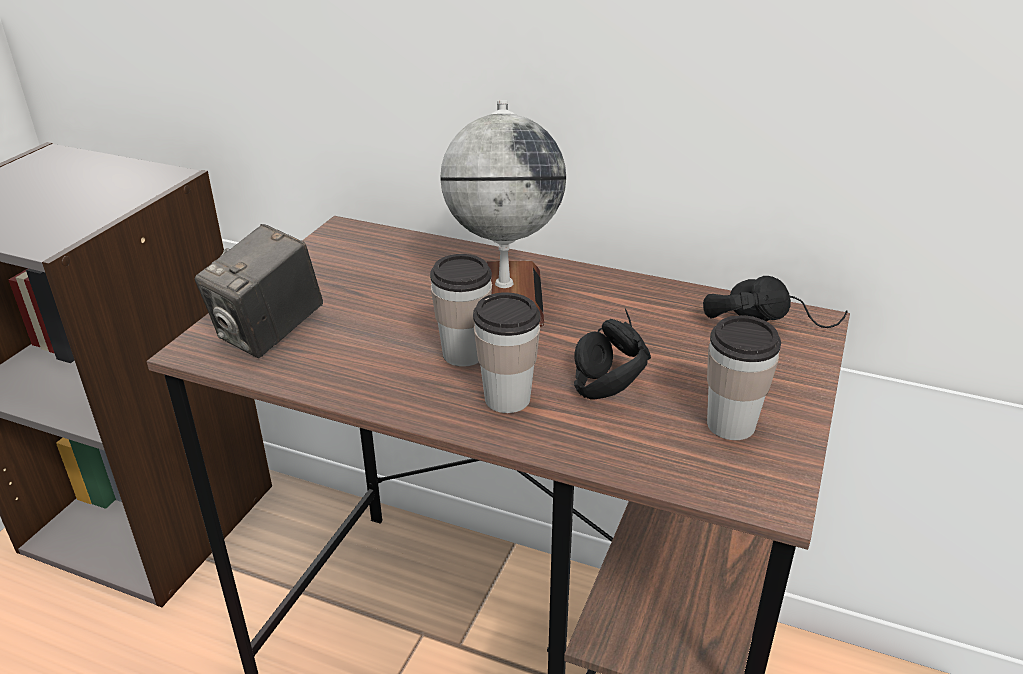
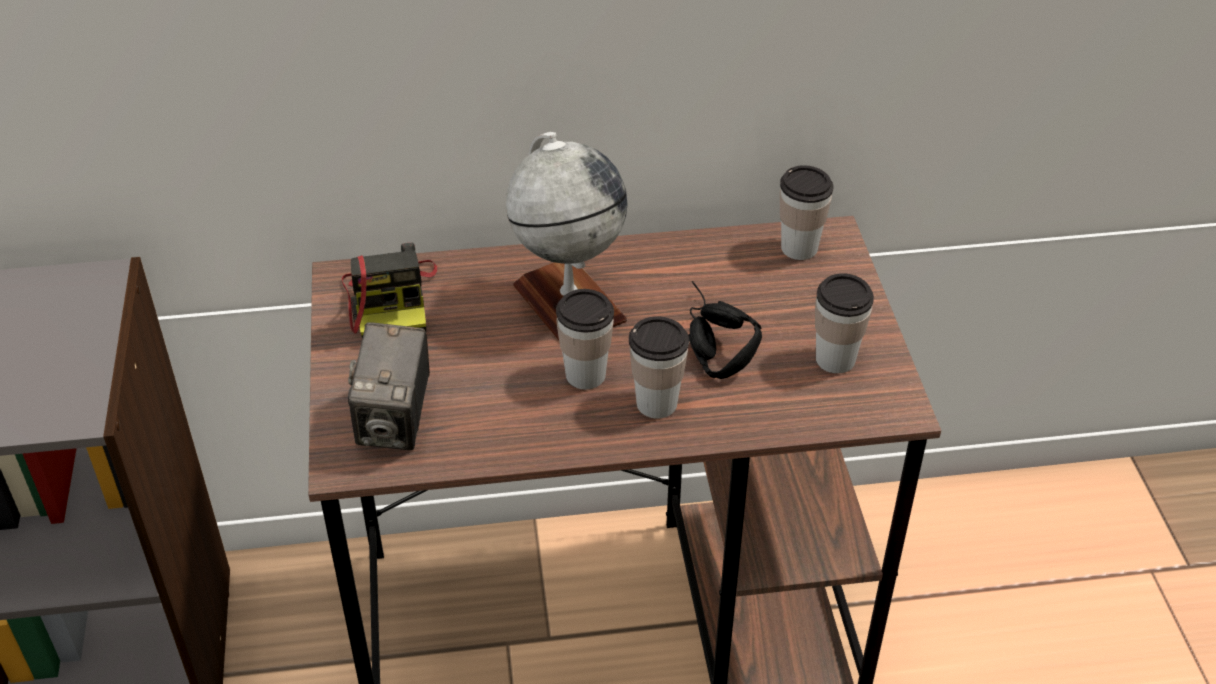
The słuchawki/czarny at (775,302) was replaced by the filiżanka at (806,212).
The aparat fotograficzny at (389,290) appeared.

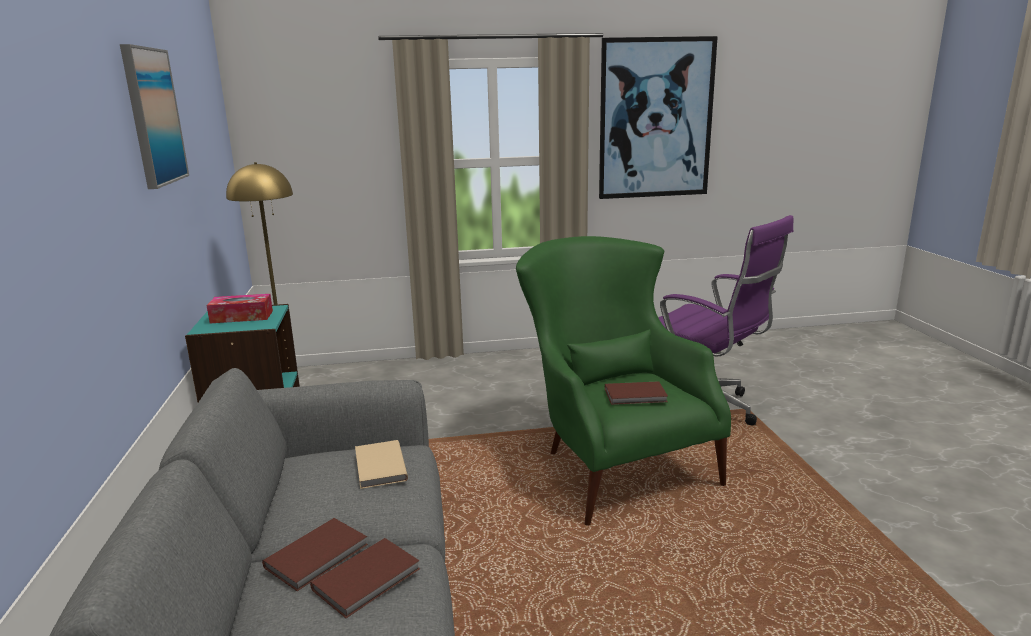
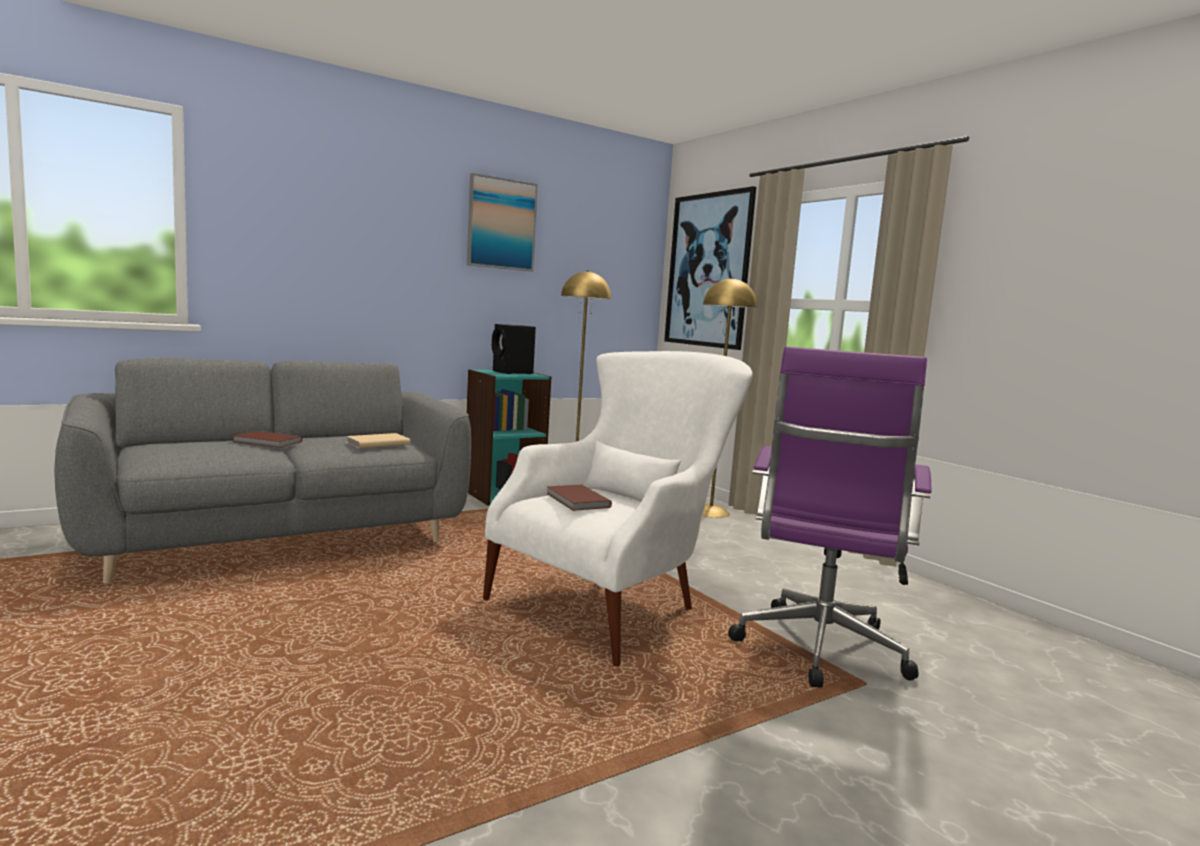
The pudełko chusteczek at (240,308) was replaced by the głośnik/czarny at (514,349).
The książka/brązowy at (365,578) disappeared.
The fotel/zielony at (623,381) became the fotel/biały at (618,509).
The obraz moved from (658,117) to (710,268).
The lampa stojąca/żółty at (729,397) appeared.

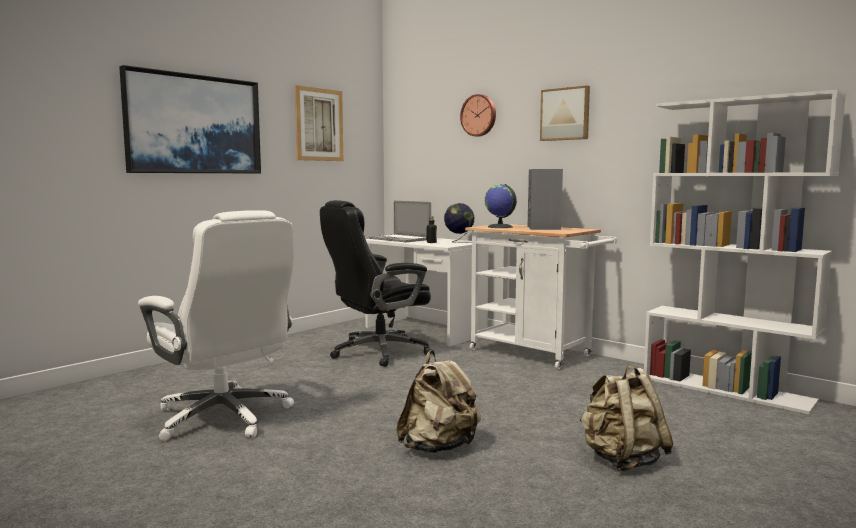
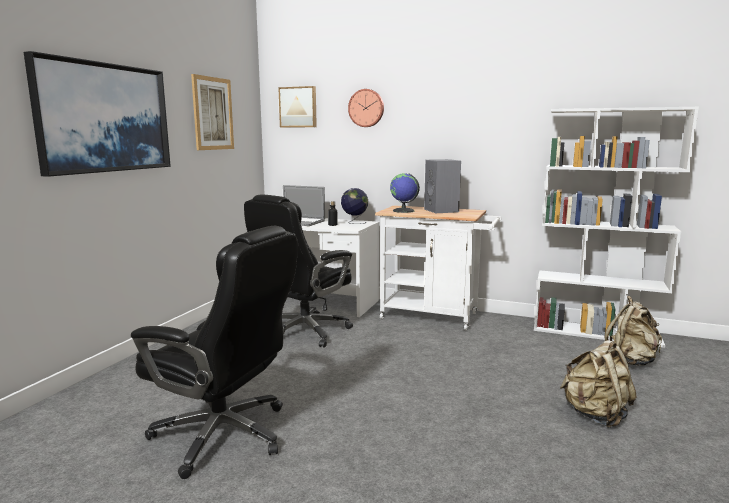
The krzesło biurowe/biały at (216,325) became the krzesło biurowe/czarny at (214,352).
The plecak/beżowy moved from (438,401) to (633,331).
The obraz moved from (565,113) to (297,106).

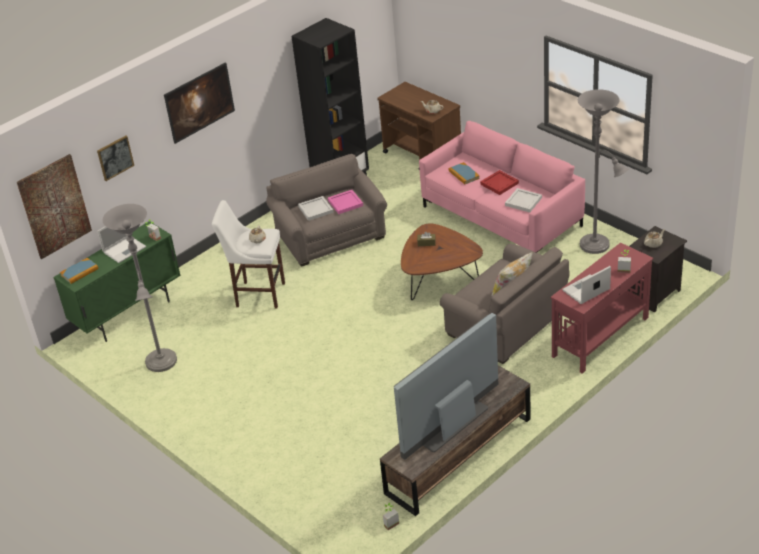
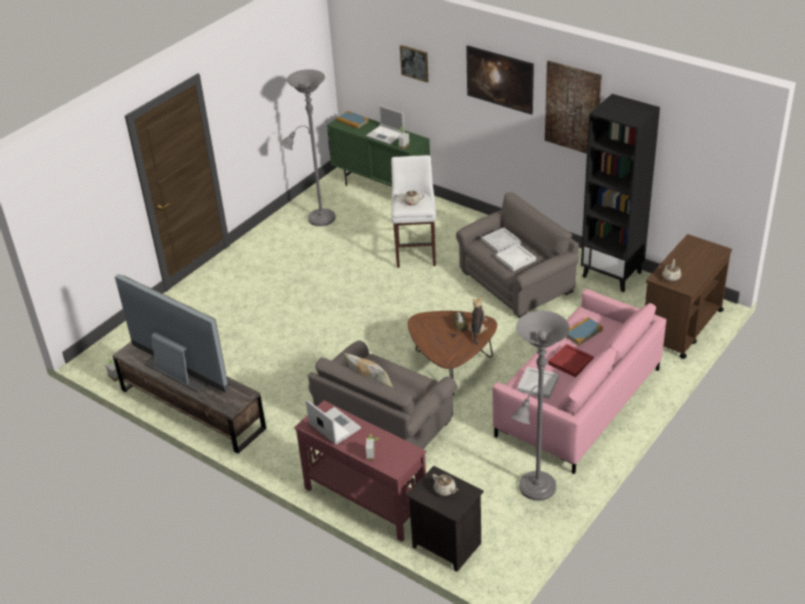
The obraz moved from (54,206) to (573,107).
The taca/różowy at (345,202) became the taca/biały at (516,257).
The pluszak at (478,320) appeared.

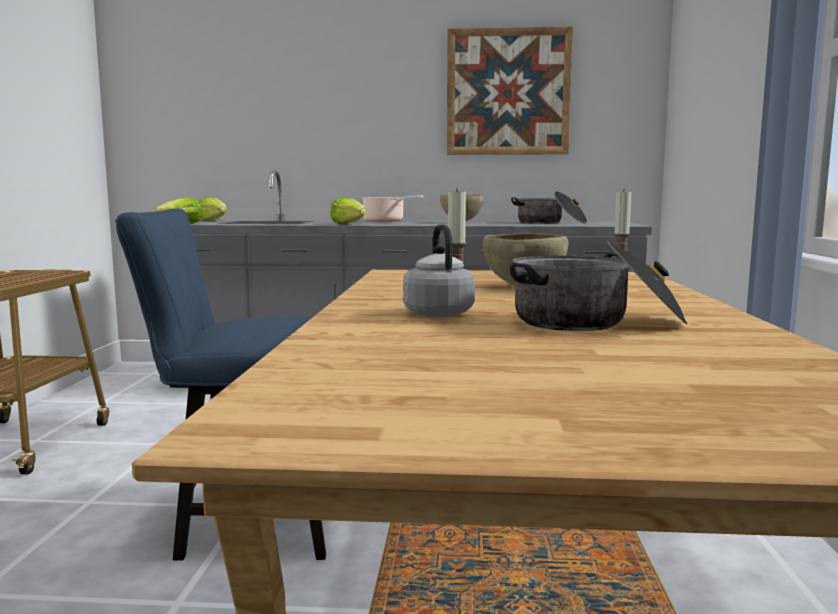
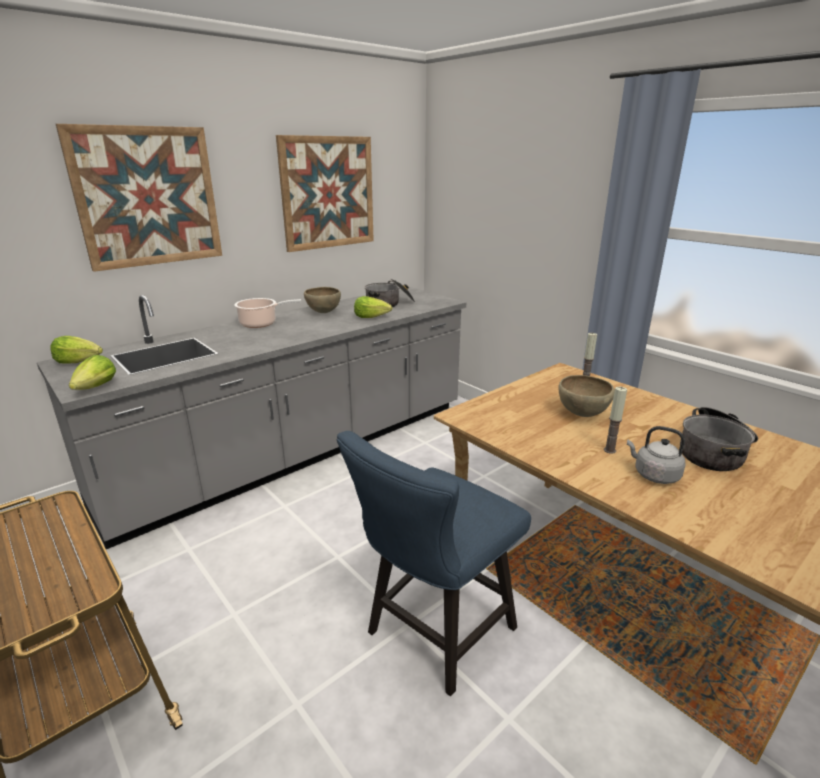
The sałata moved from (348,210) to (373,307).
The obraz at (139,198) appeared.

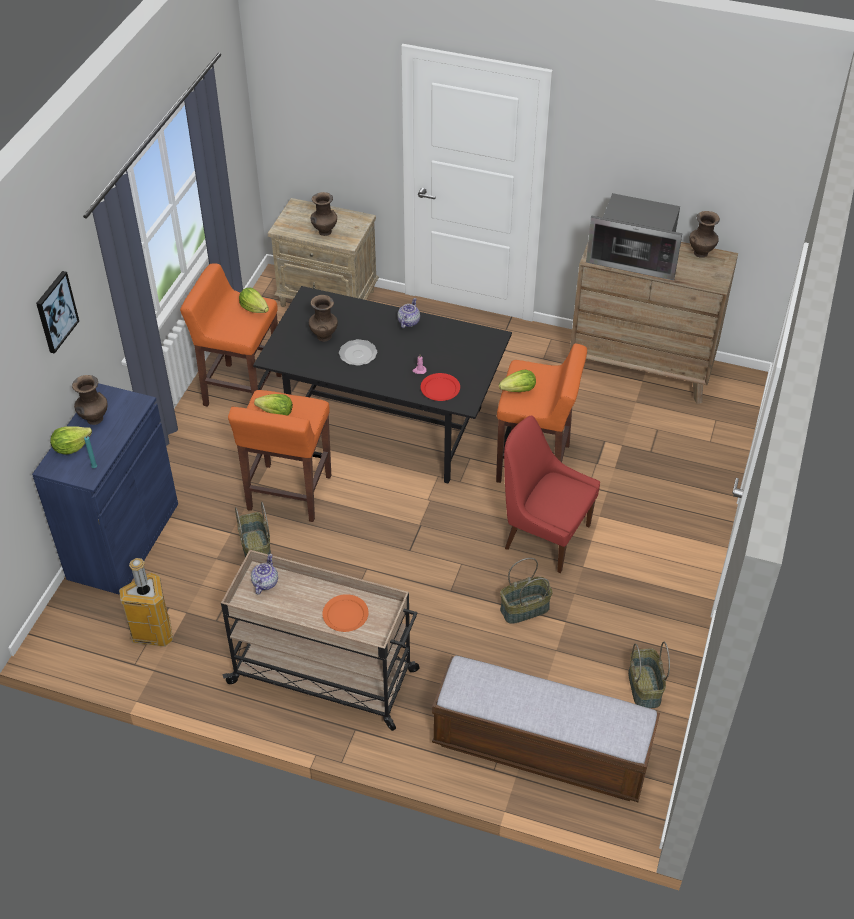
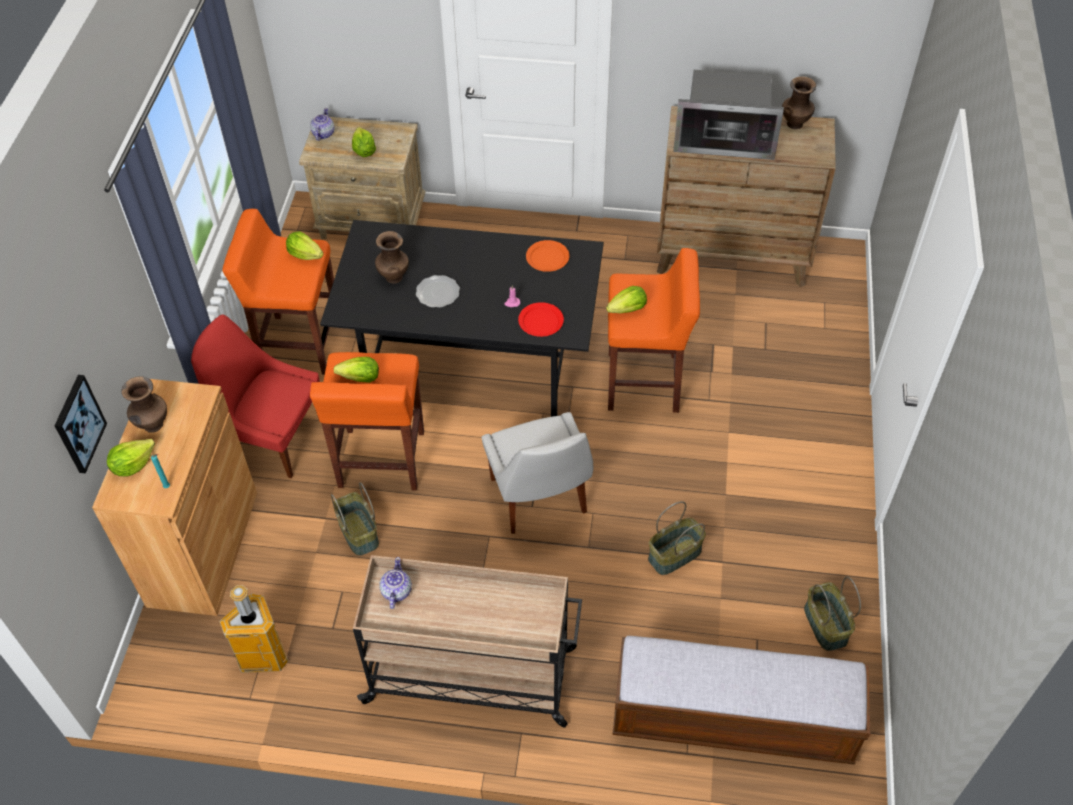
The szafka/niebieski at (105,489) became the szafka/brązowy at (174,497).
The obraz moved from (57,312) to (81,424).
The wazon/brązowy at (324,214) was replaced by the sałata at (364,142).
The talerz/pomarańczowy moved from (345,613) to (547,256).
The imbryk moved from (408,313) to (322,124).
The krzesło/czerwony moved from (552,494) to (255,396).
The krzesło/biały at (537,473) appeared.

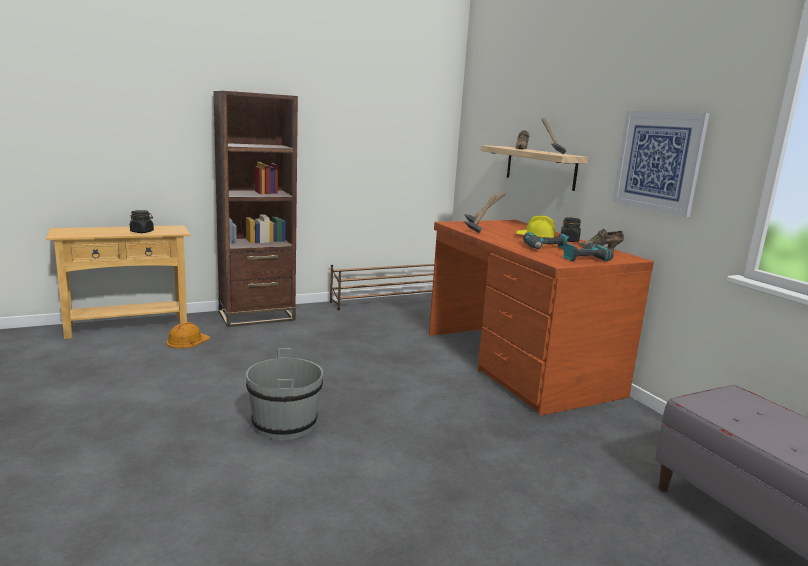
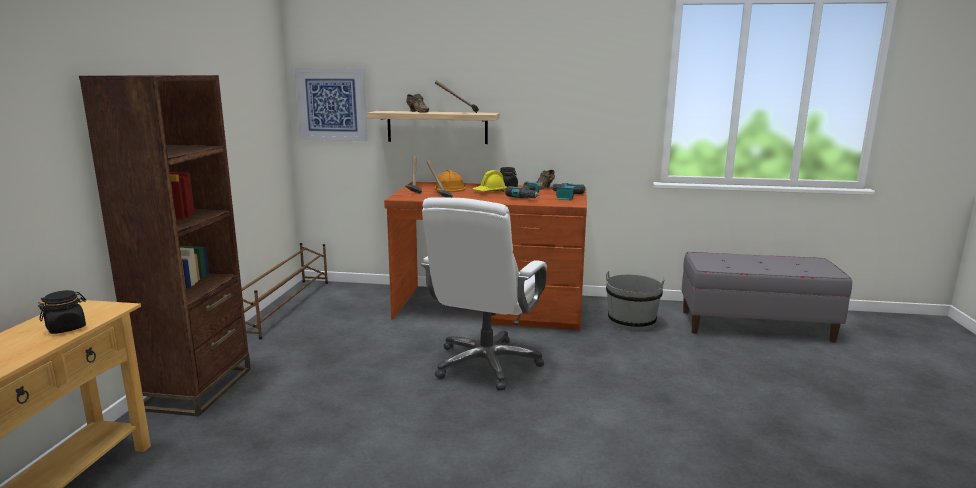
The kask/pomarańczowy moved from (188,335) to (450,181).
The wiadro/szary moved from (284,394) to (635,300).
The obraz moved from (661,164) to (331,104).
The krzesło biurowe/biały at (484,294) appeared.

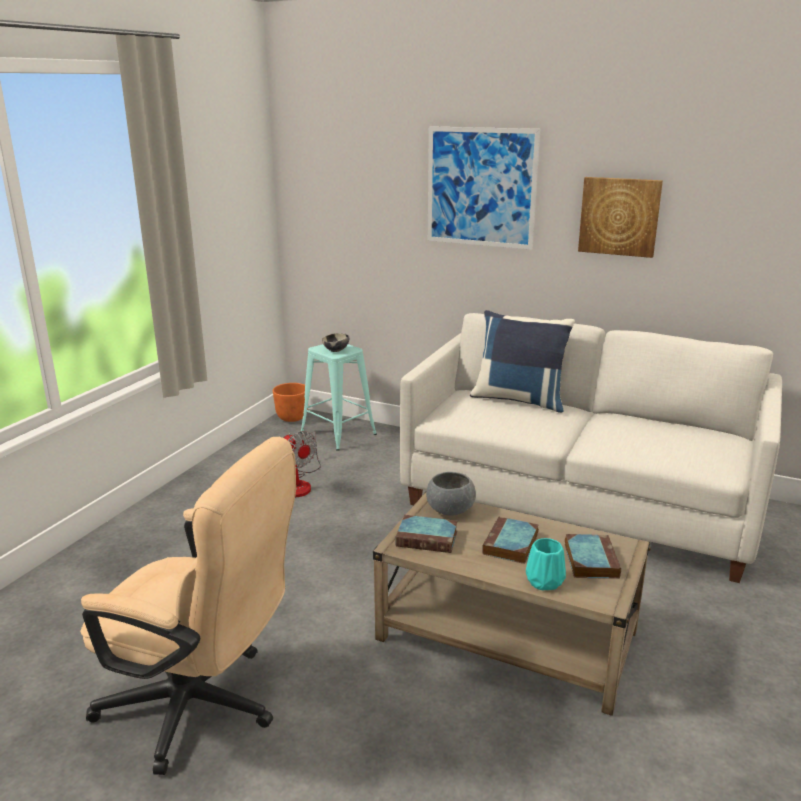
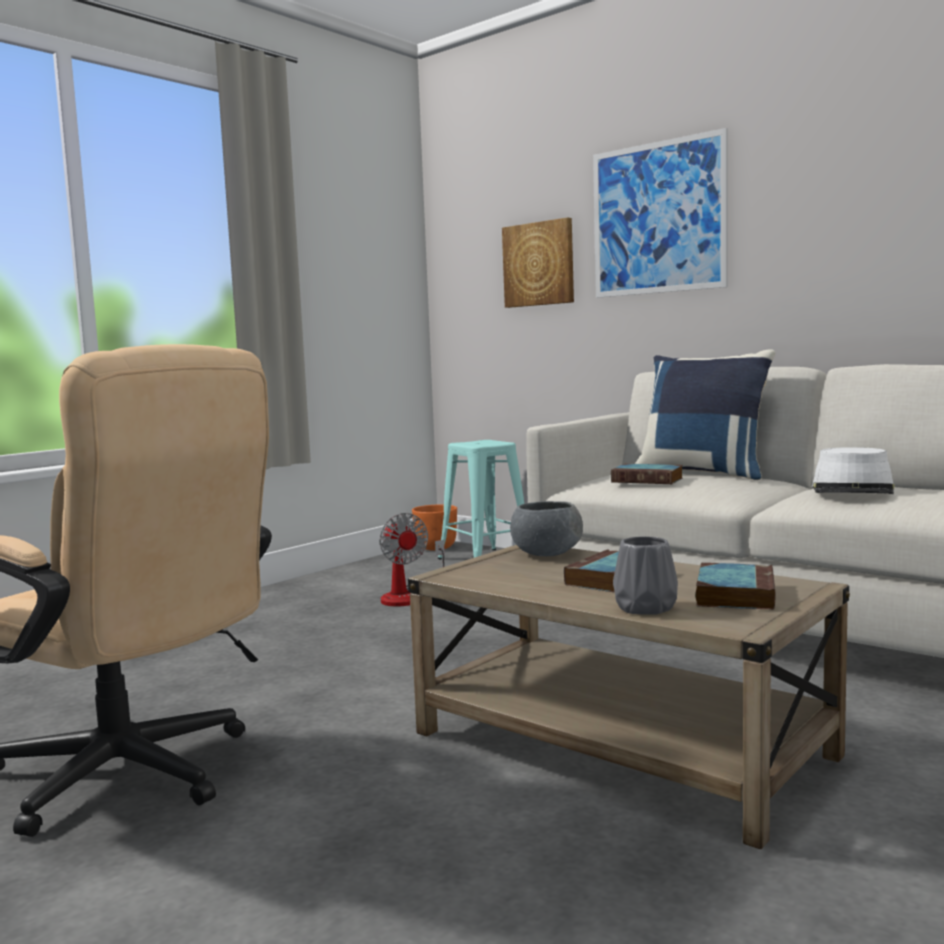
The miska at (335,342) disappeared.
The książka moved from (426,534) to (647,474).
The wazon/turkusowy at (546,564) became the wazon/szary at (645,575).
The obraz moved from (620,217) to (538,262).
The kapelusz/biały at (853,470) appeared.

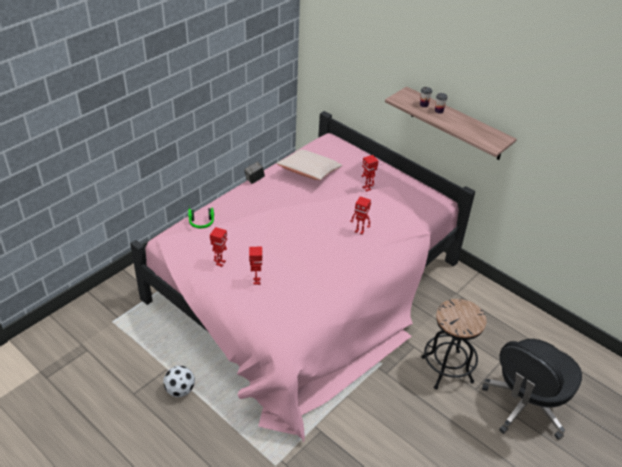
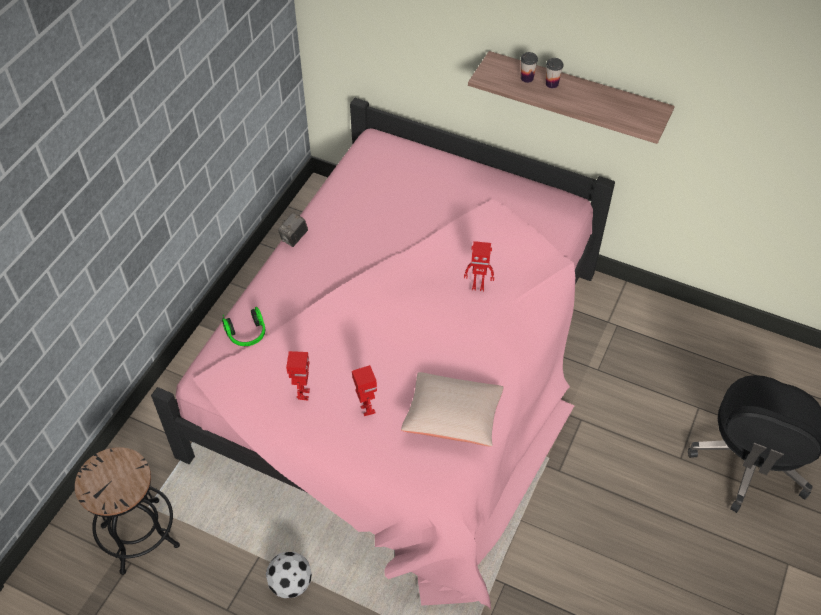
The poduszka/beżowy moved from (309,165) to (452,409).
The robot zabawkowy at (369,173) disappeared.
The stołek/czarny moved from (453,344) to (127,511).

